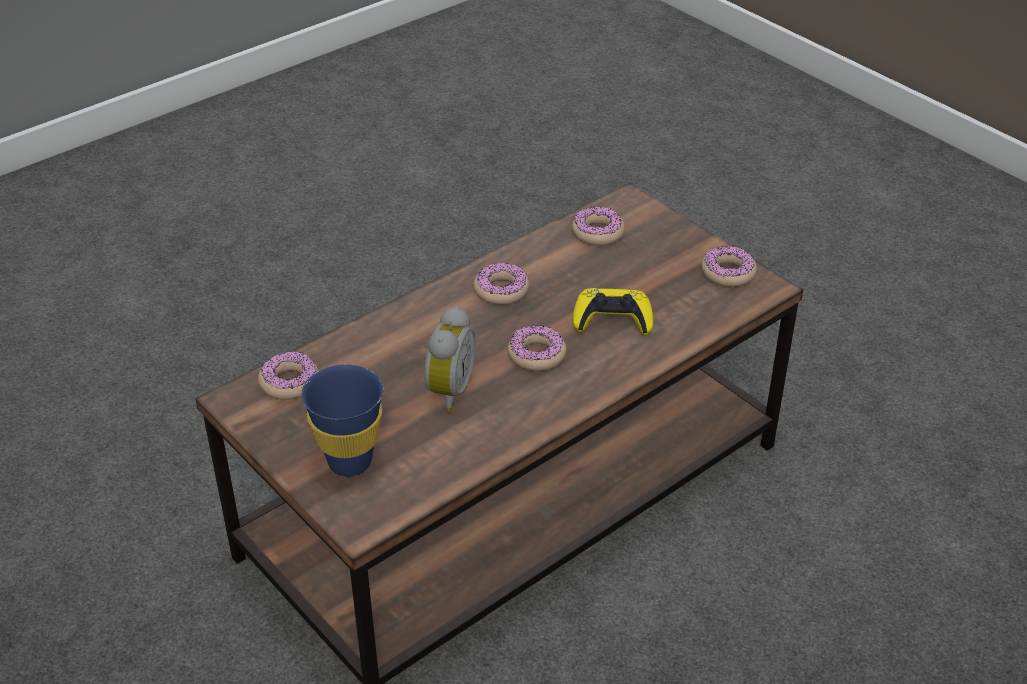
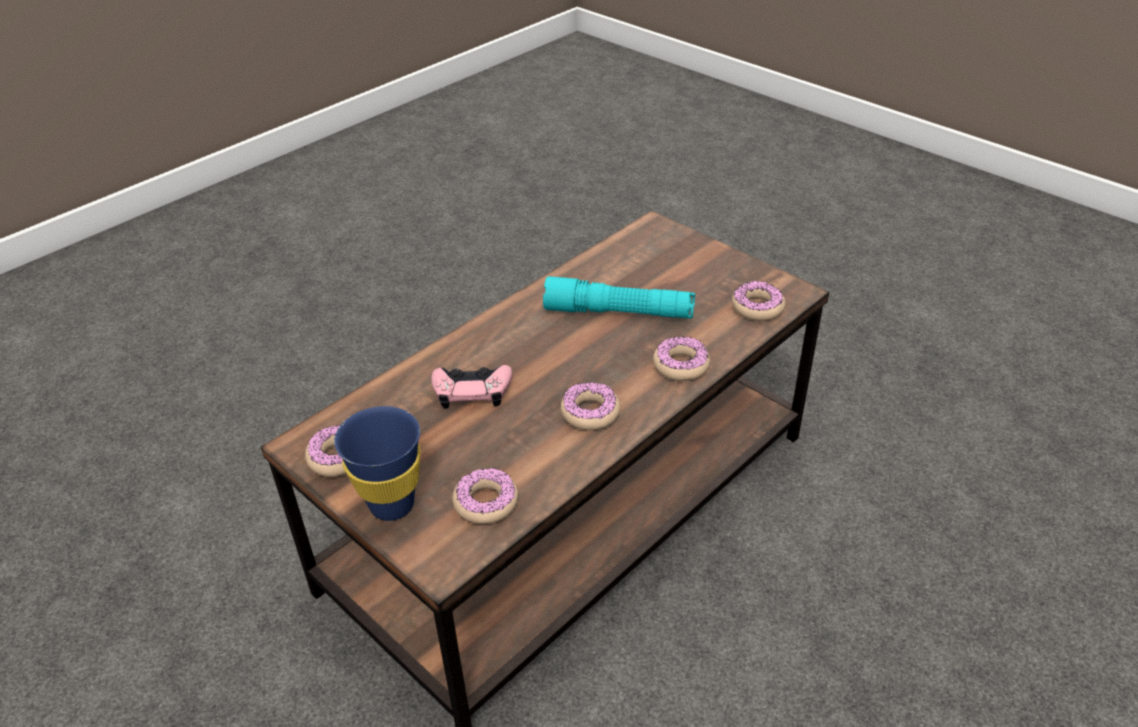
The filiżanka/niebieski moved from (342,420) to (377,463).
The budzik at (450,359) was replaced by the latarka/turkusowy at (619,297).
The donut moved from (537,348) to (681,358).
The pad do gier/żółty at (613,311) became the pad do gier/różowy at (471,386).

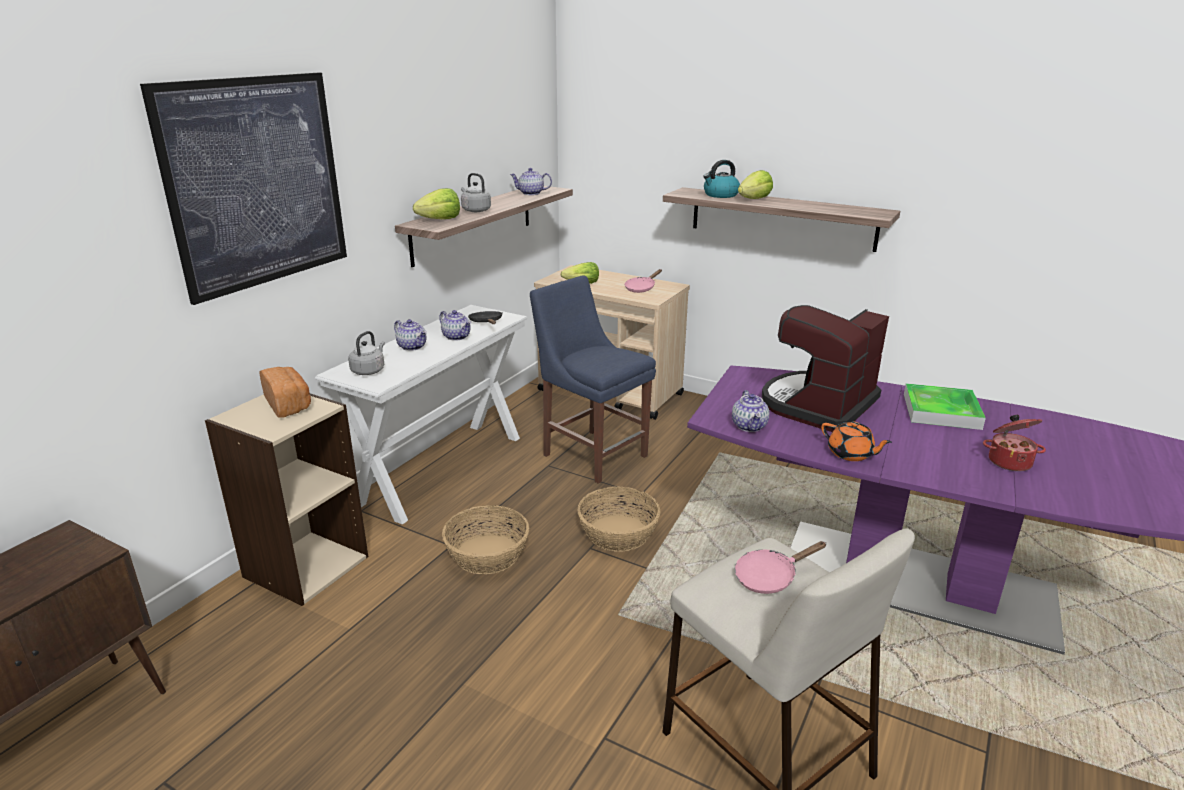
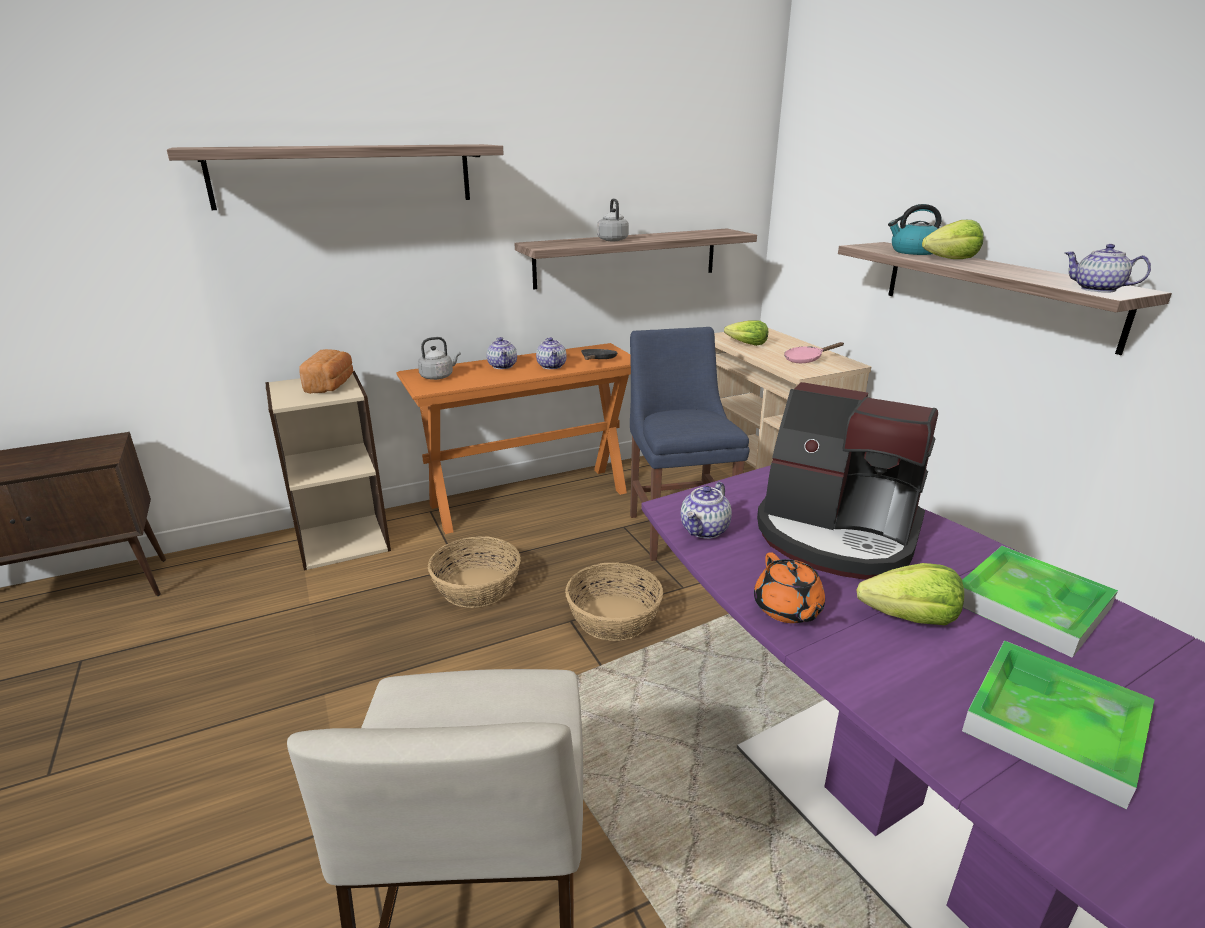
The obraz at (243,189) was replaced by the półka at (335,177).
The stolik konsolowy/biały at (421,415) became the stolik konsolowy/pomarańczowy at (513,438).
The sałata moved from (436,203) to (910,594).
The imbryk moved from (531,181) to (1107,268).
The patelnia/różowy at (781,567) disappeared.
The ekspres do kawy at (825,368) turned 135 degrees counterclockwise.
The garnek at (1014,443) was replaced by the taca at (1058,724).

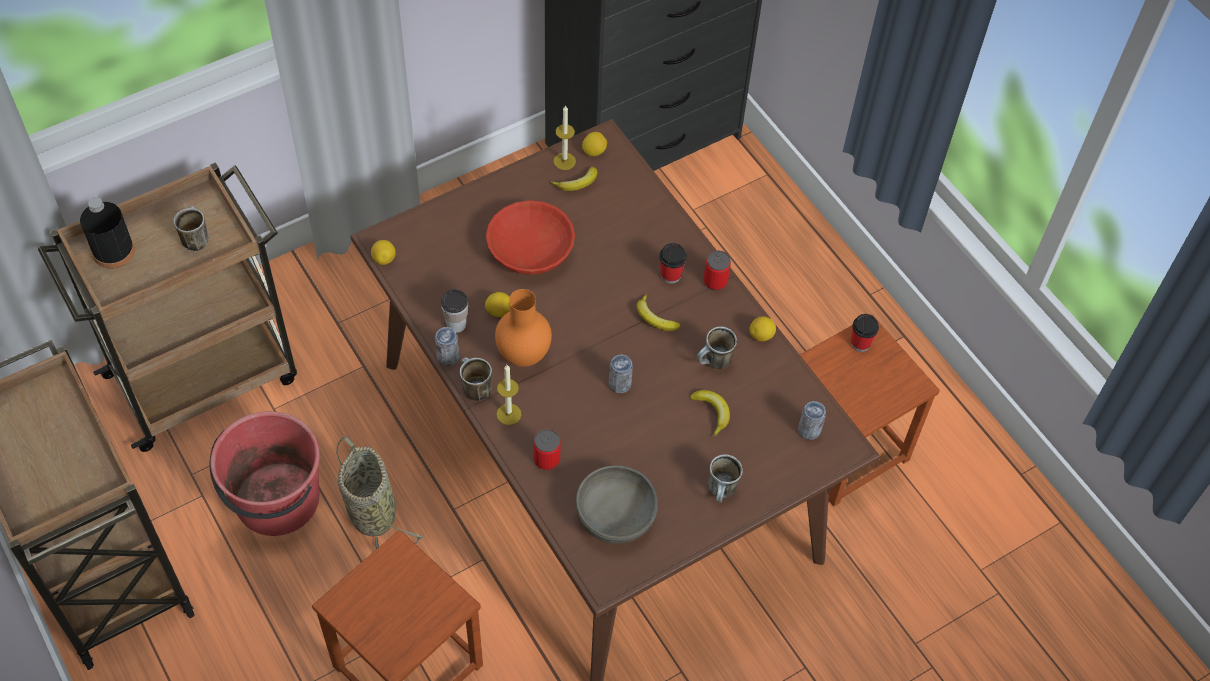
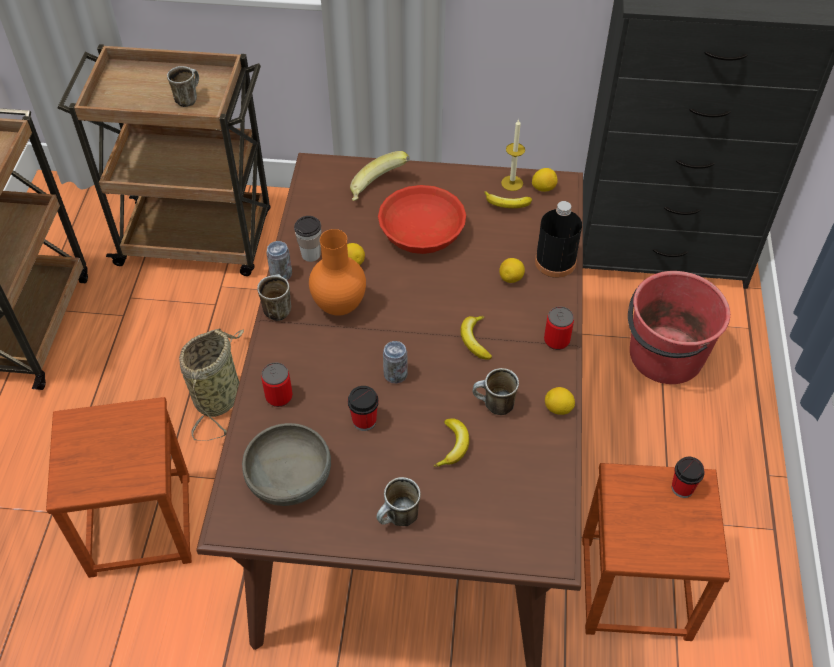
The butelka/czarny moved from (107,232) to (558,239).
The wiadro/czerwony moved from (265,473) to (679,327).
The cytryna moved from (383,252) to (512,270).
The świeca at (509,395) disappeared.
The filiżanka moved from (673,263) to (363,408).
The puszka at (812,420) disappeared.
The banan at (379,176) appeared.

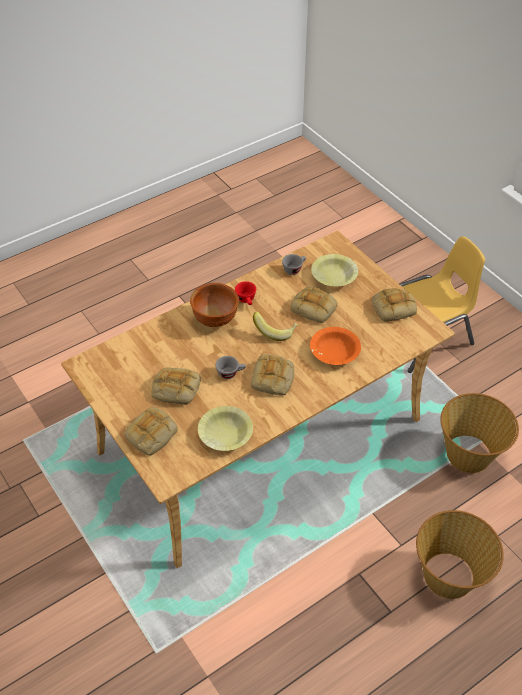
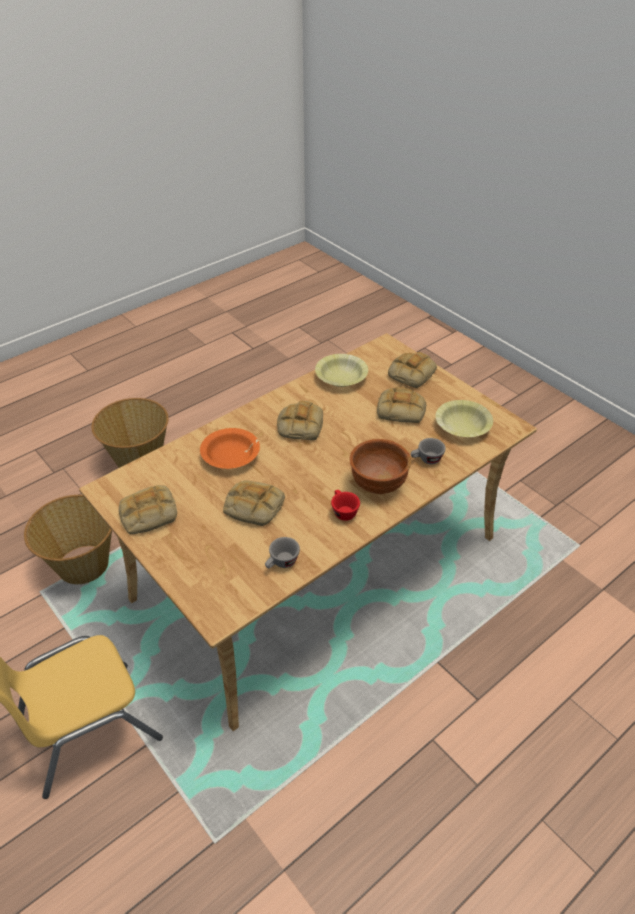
The filiżanka/szary moved from (230,367) to (428,451).
The banan at (275,326) disappeared.
The miska/żółty moved from (334,270) to (464,418).

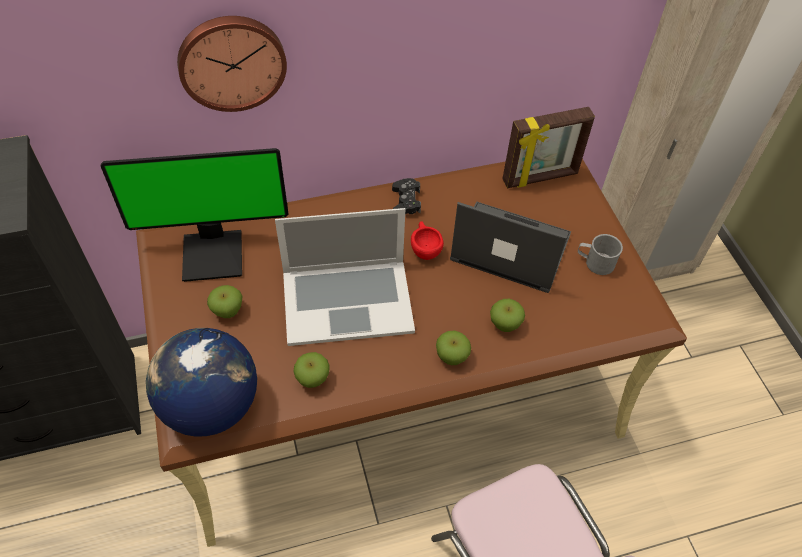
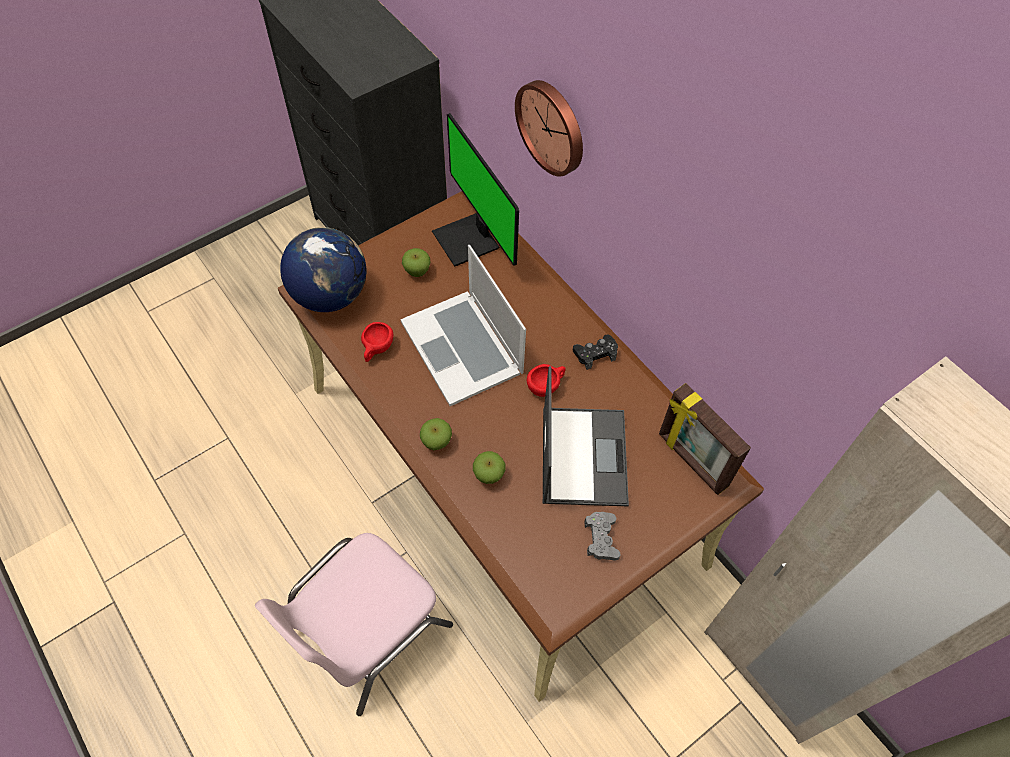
The jabłko at (311,370) was replaced by the filiżanka/czerwony at (377,342).
The kubek/szary at (600,254) was replaced by the pad do gier/szary at (602,536).

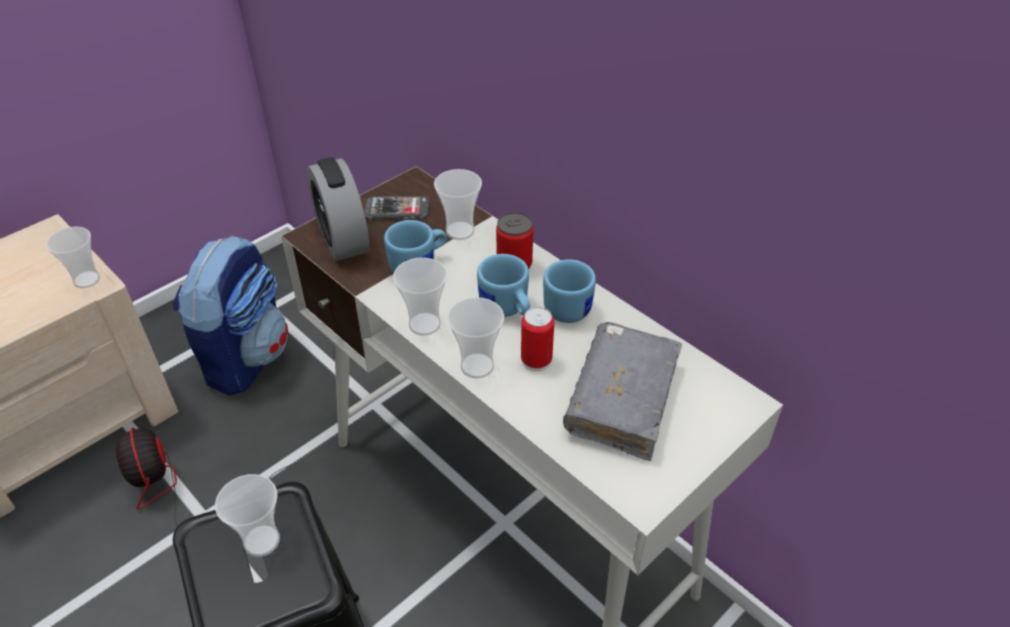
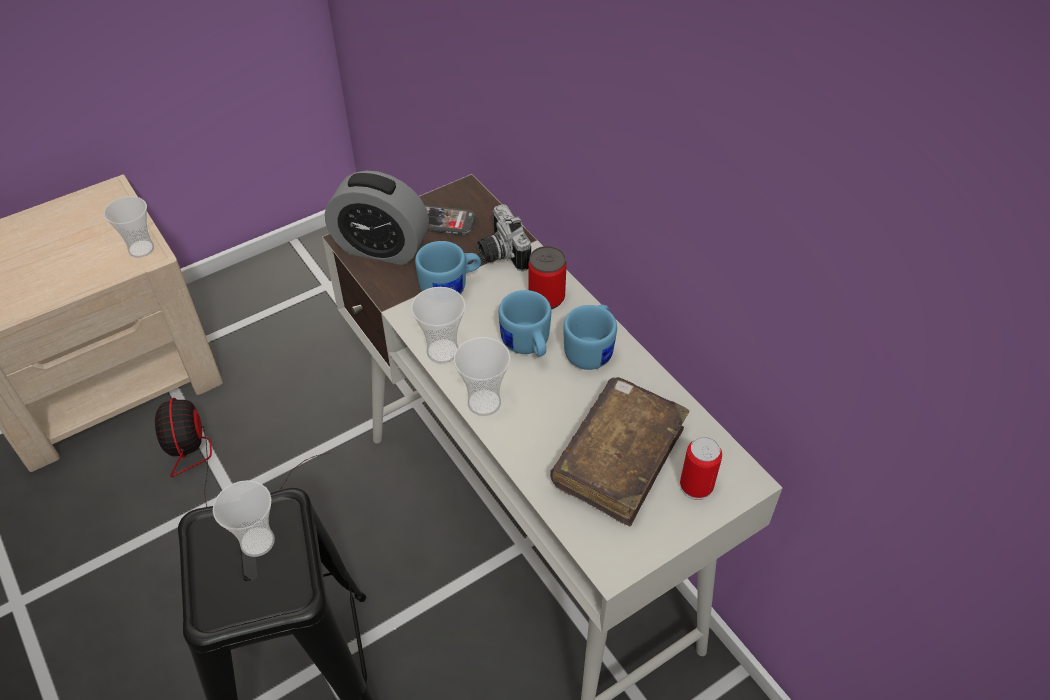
The plecak at (230,316) disappeared.
The budzik at (338,209) turned 60 degrees counterclockwise.
The filiżanka at (458,204) was replaced by the aparat fotograficzny at (504,237).
The puszka moved from (537,339) to (701,468).
The książka/szary at (622,391) became the książka/brązowy at (619,452).

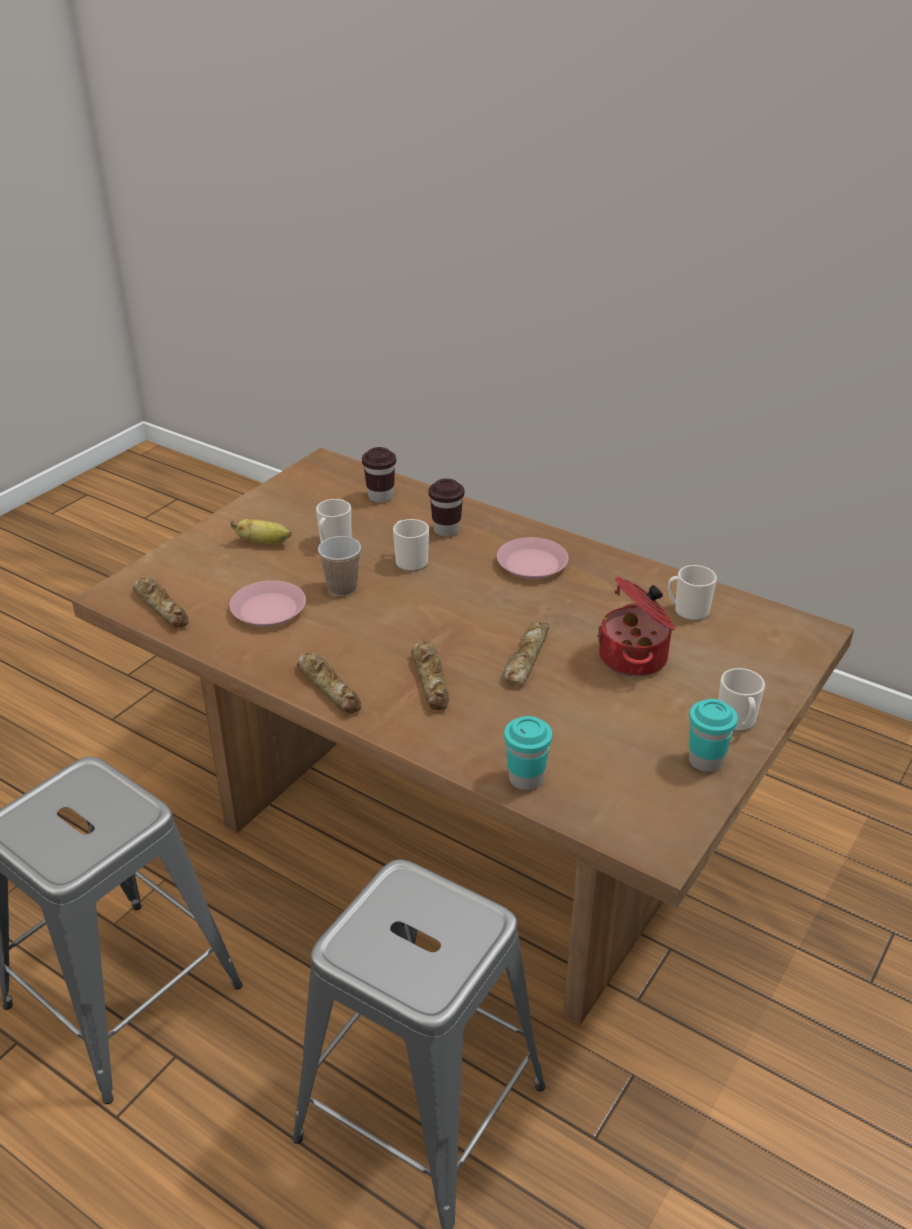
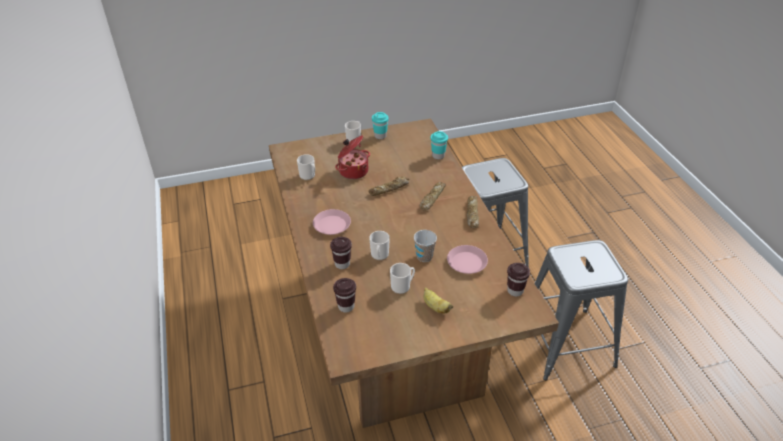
The chleb at (161,602) was replaced by the filiżanka/brązowy at (518,280).

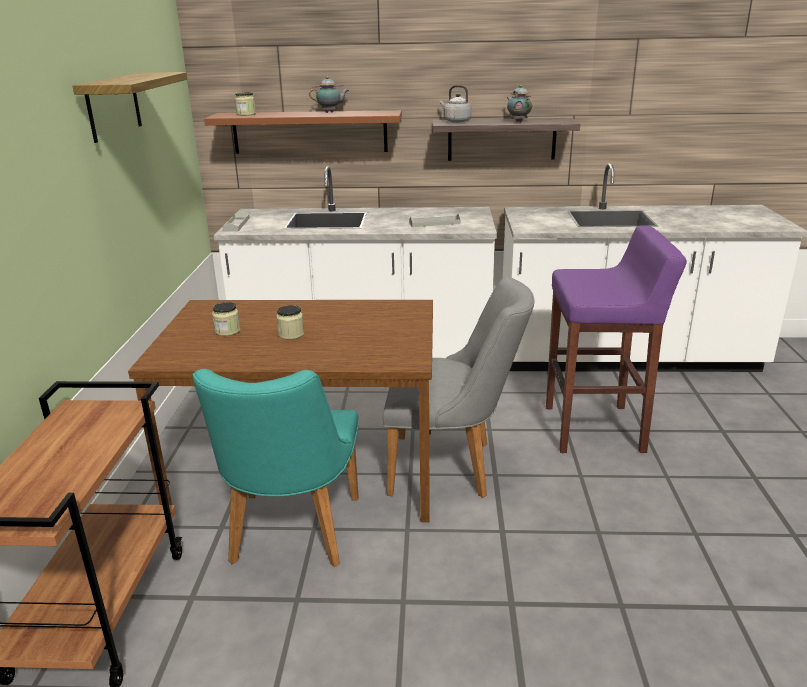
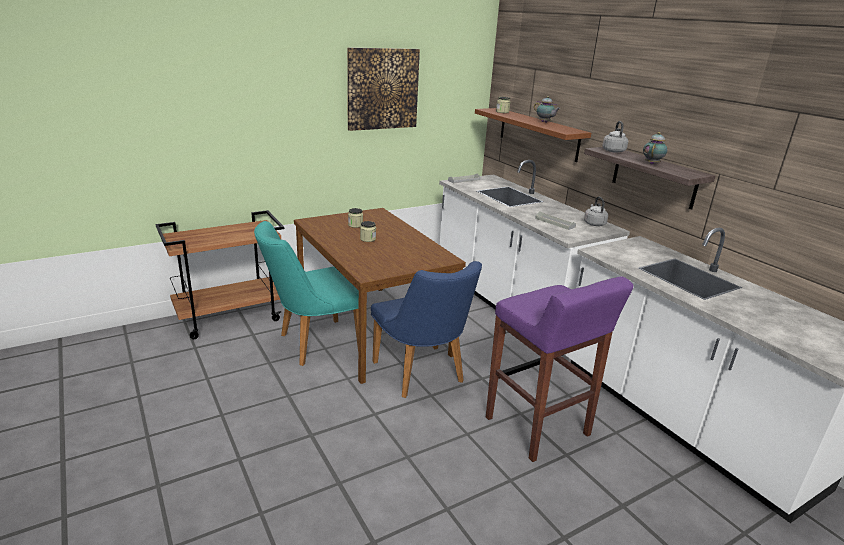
The półka at (130,107) was replaced by the obraz at (383,89).
The krzesło/szary at (458,387) became the krzesło/niebieski at (426,329).
The czajnik/szary at (596,211) appeared.

